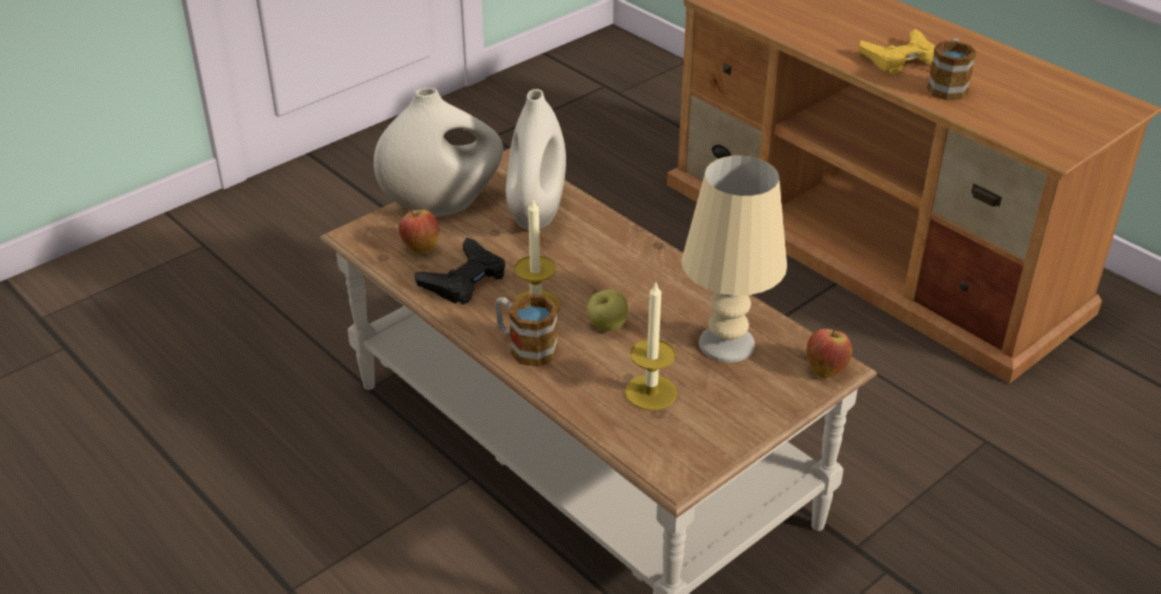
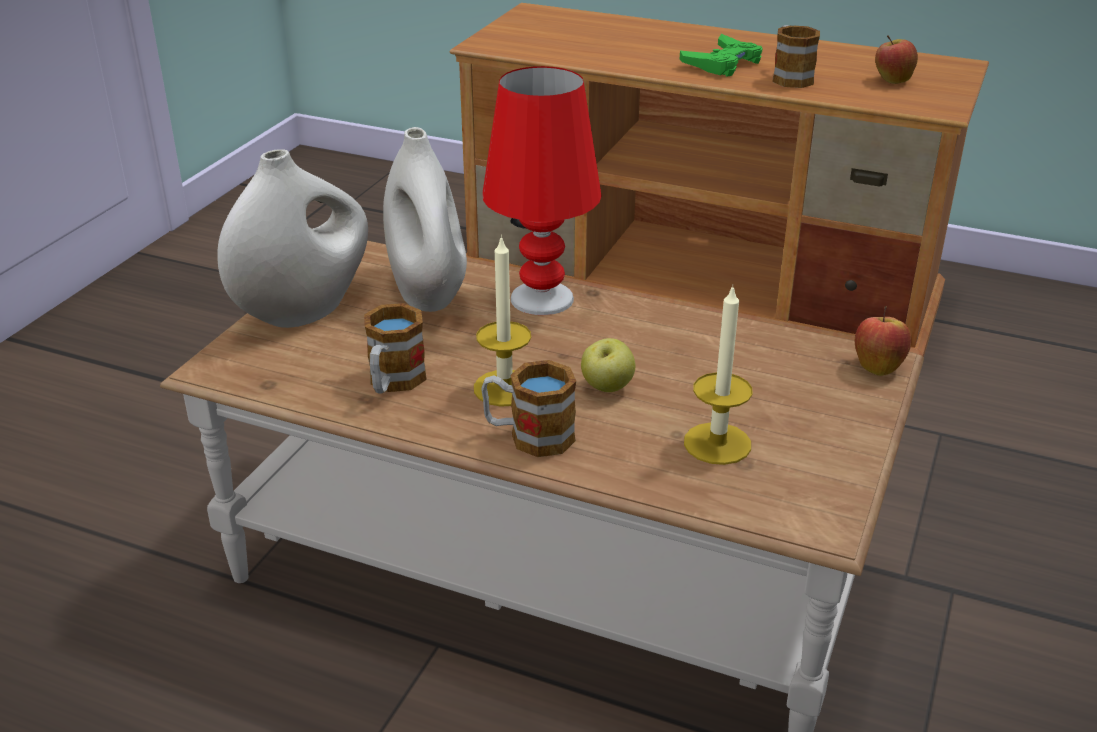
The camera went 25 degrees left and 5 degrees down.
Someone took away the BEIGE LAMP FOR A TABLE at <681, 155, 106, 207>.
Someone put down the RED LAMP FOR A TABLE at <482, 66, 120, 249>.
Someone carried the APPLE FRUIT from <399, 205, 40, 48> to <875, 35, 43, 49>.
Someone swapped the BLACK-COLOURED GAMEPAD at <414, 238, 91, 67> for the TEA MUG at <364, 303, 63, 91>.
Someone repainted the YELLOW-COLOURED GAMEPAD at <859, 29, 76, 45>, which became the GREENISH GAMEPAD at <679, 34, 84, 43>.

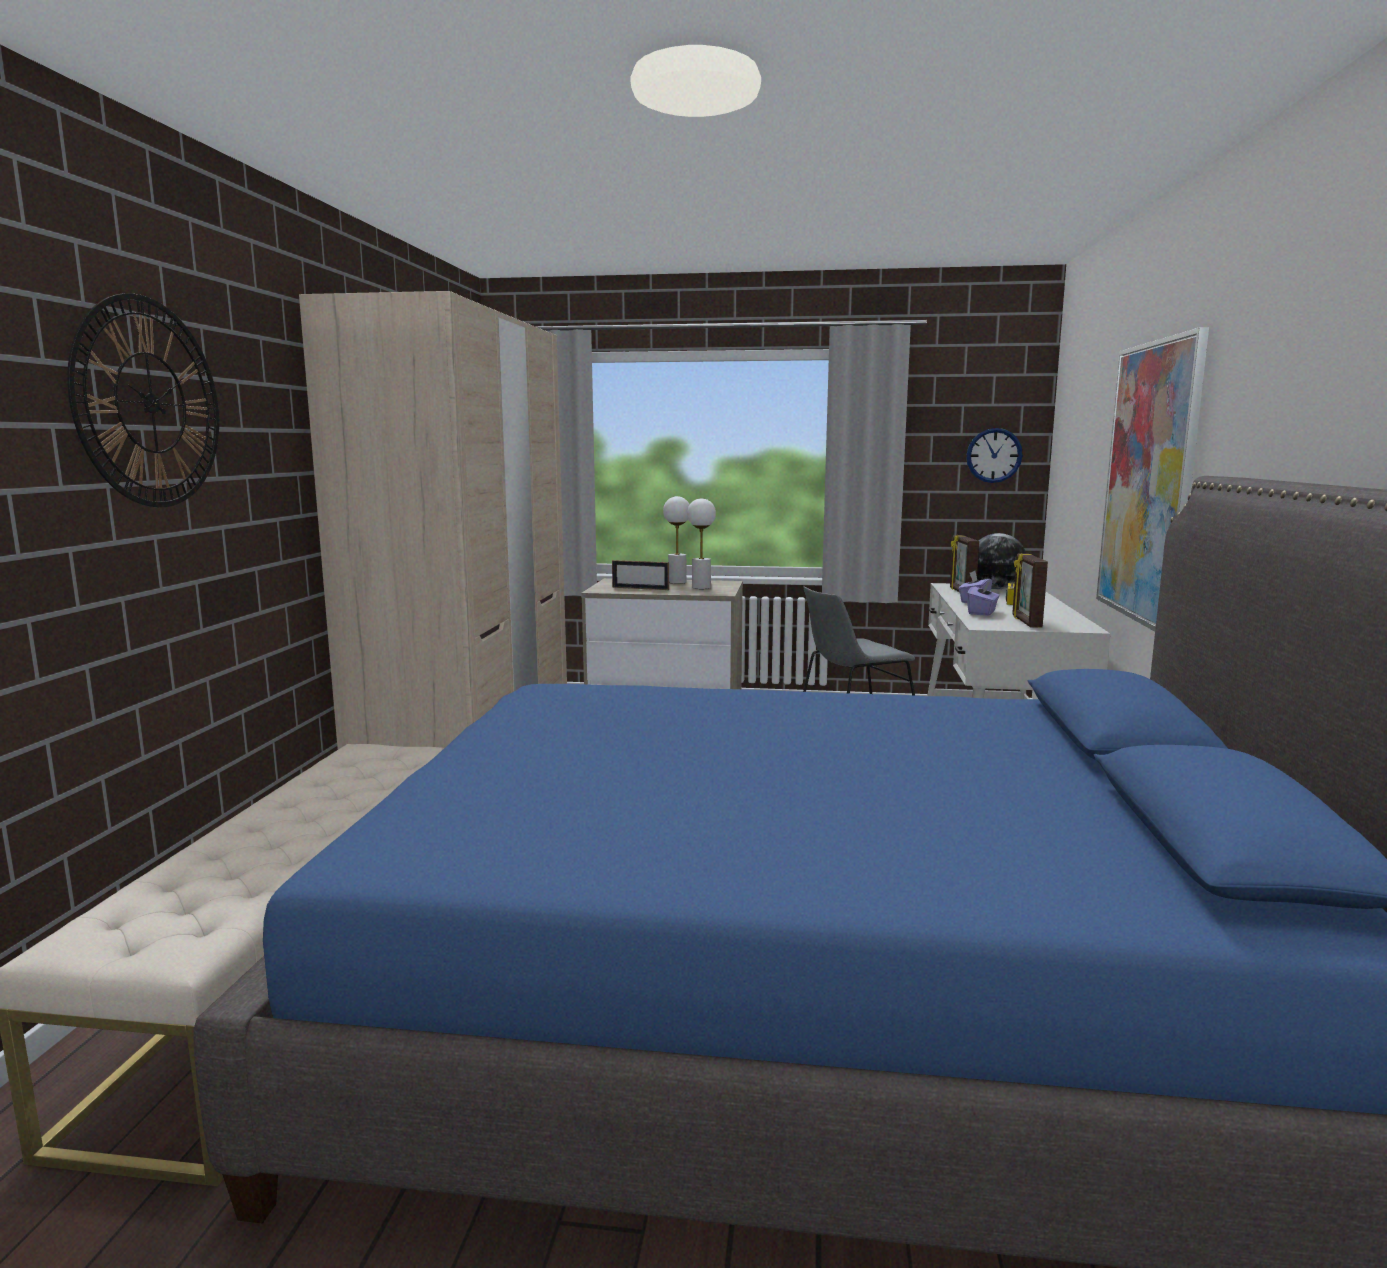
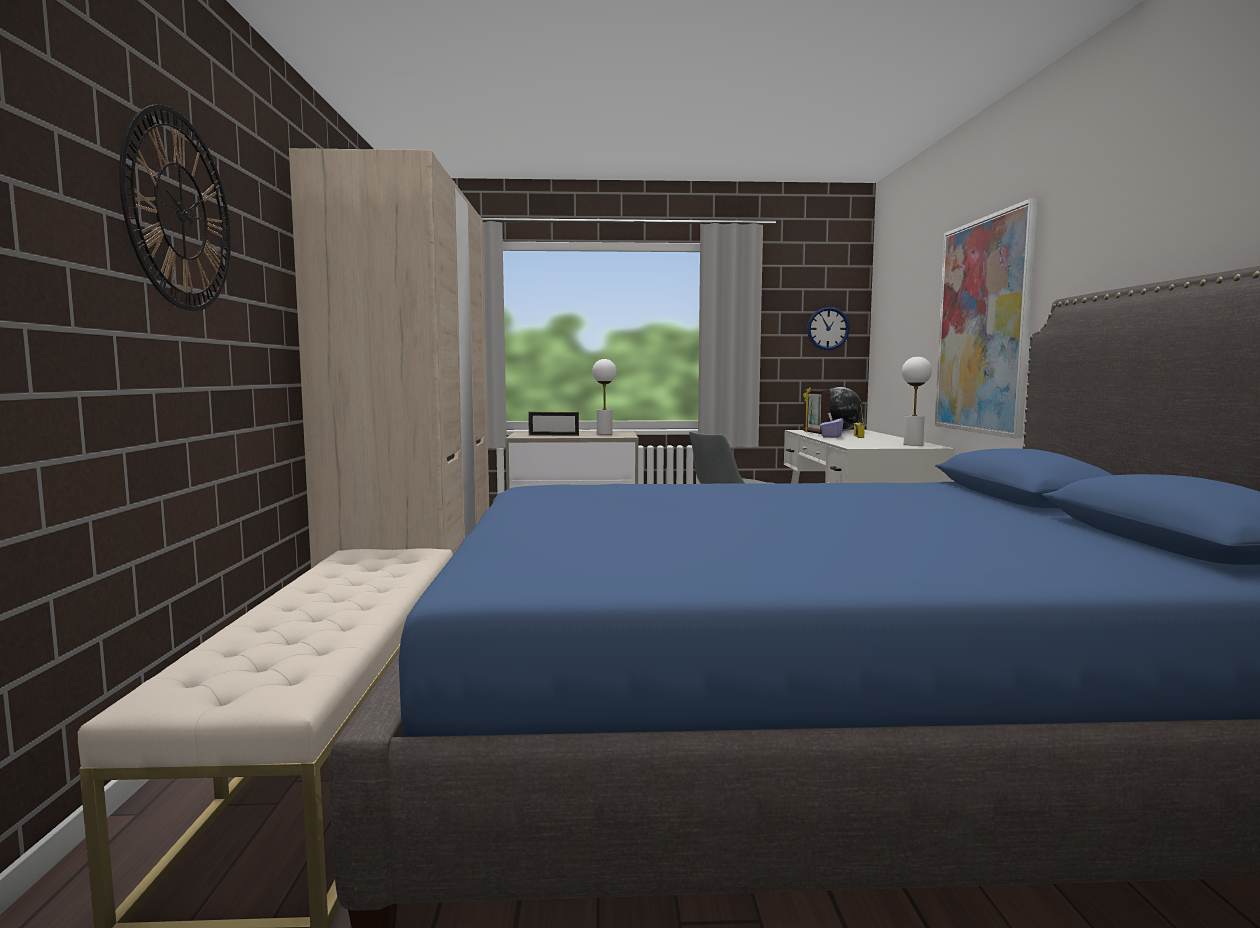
The camera went 10 degrees left and 5 degrees down.
Someone took away the PURPLISH TISSUE BOX at <967, 581, 32, 35>.
Someone took away the STANDING FRAME at <1012, 553, 36, 75>.
Someone carried the WHITISH LAMP FOR A TABLE from <663, 496, 27, 88> to <902, 357, 30, 89>.

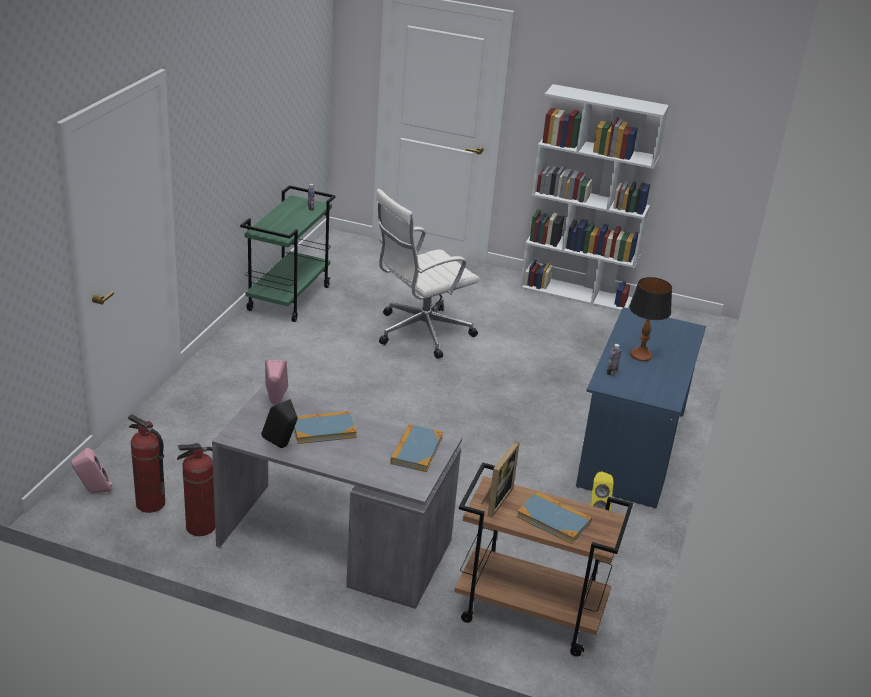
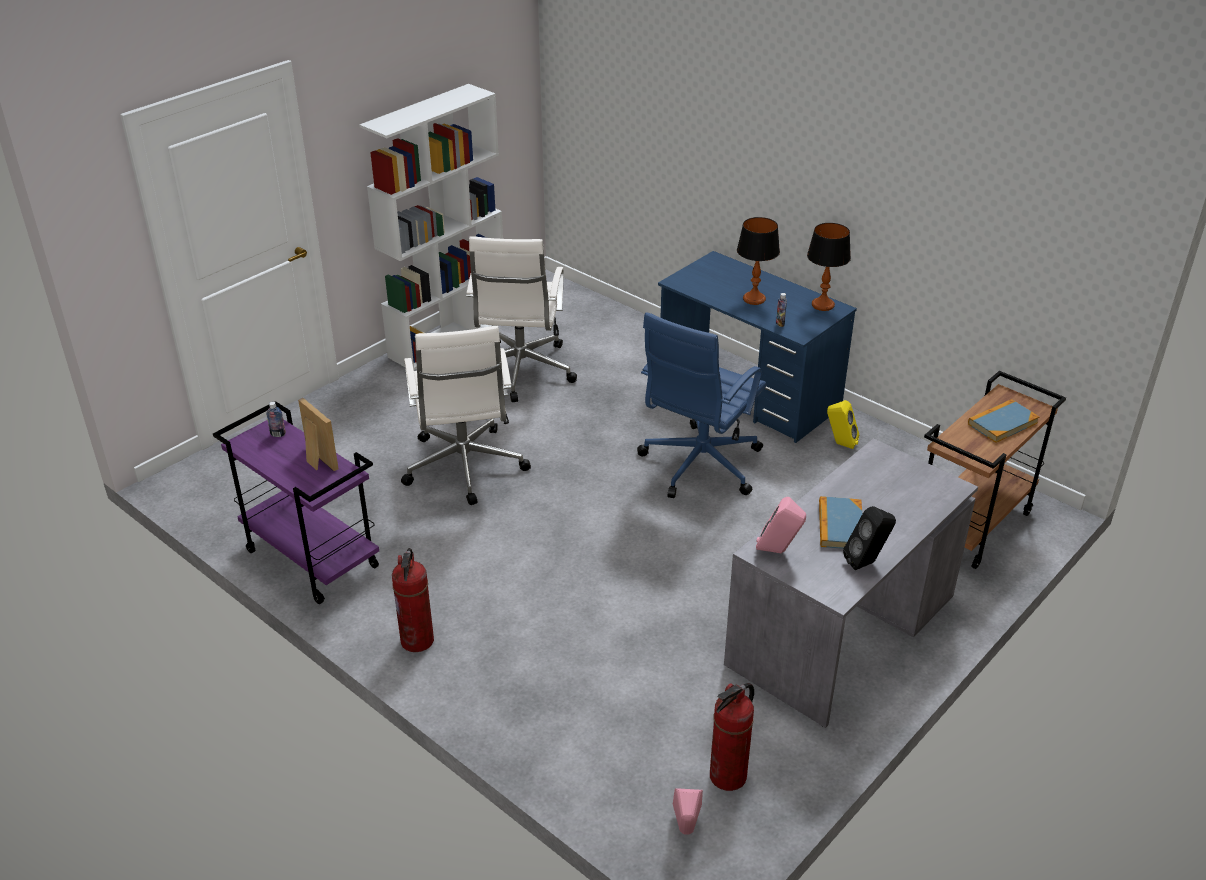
The camera went 65 degrees left and 5 degrees up.
Someone took away the VOLUME at <390, 424, 53, 48>.
Someone put down the WHITISH DESK CHAIR at <466, 236, 111, 166>.
Someone put down the BLUE DESK CHAIR at <637, 312, 129, 186>.
Someone put down the LAMP FOR A TABLE at <807, 223, 44, 88>.
Someone carried the EXTINGUISHER from <177, 443, 38, 93> to <392, 548, 42, 104>.
Someone carried the STANDING FRAME from <481, 441, 39, 77> to <298, 398, 41, 73>.
Someone repainted the GREENISH CART at <240, 185, 96, 137>, which became the PURPLISH CART at <213, 401, 166, 203>.

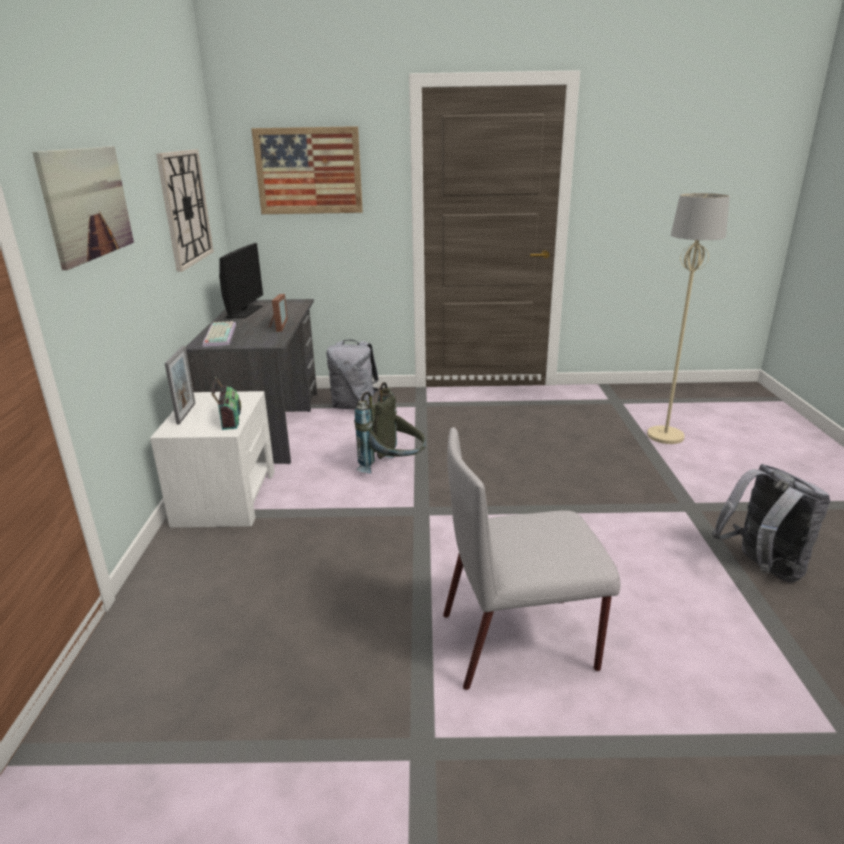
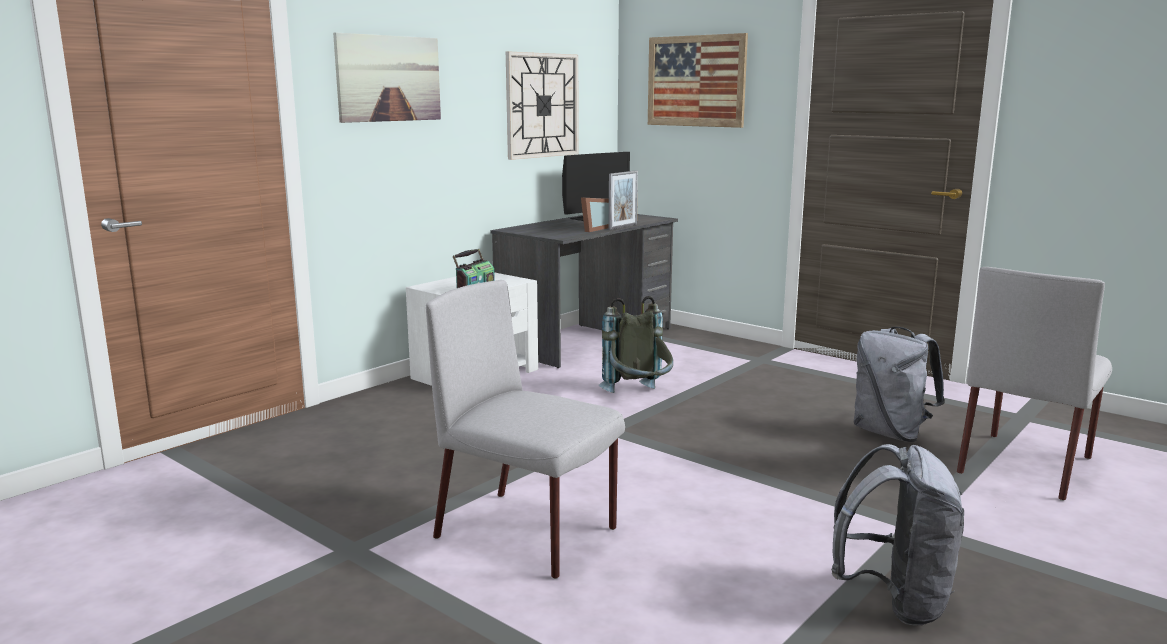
The camera went 40 degrees right and 10 degrees down.
Someone took away the KEYBOARD at <202, 321, 34, 26>.
Someone carried the STANDING FRAME from <165, 346, 30, 78> to <609, 170, 29, 60>.
Someone carried the GRAY RUCKSACK from <326, 340, 53, 69> to <853, 327, 92, 115>.
Someone swapped the BEIGE FLOOR LAMP at <647, 193, 83, 251> for the GRAY PLAIN CHAIR at <957, 267, 155, 234>.

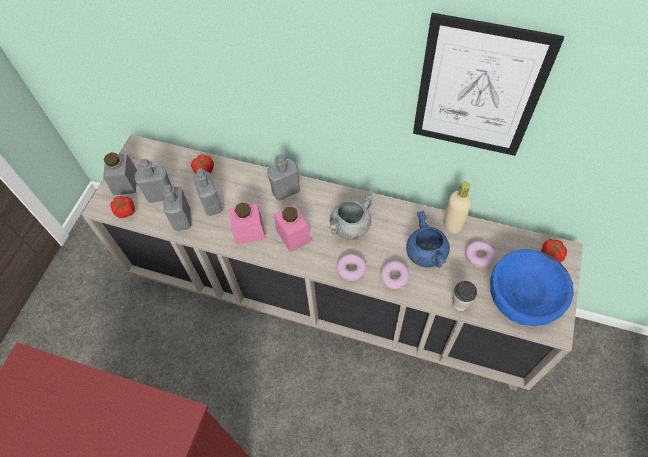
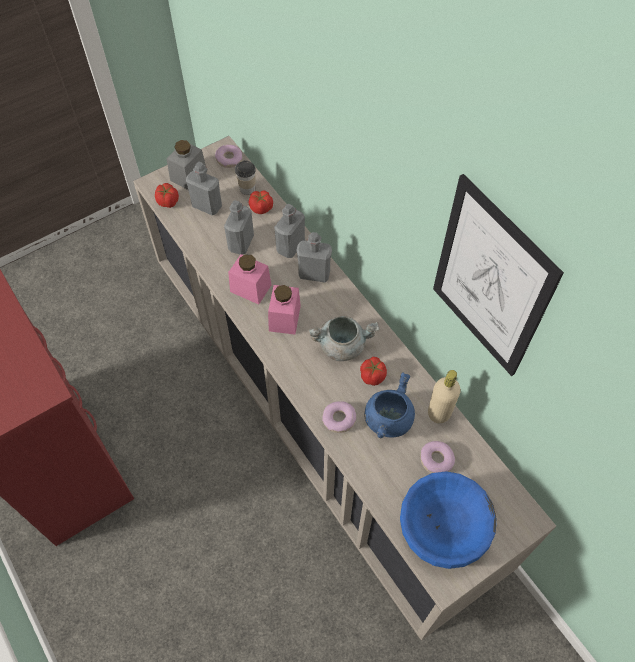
The camera went 35 degrees right and 0 degrees up.
Someone carried the GRAY BOTTLE from <163, 185, 28, 46> to <274, 204, 31, 54>.
Someone carried the DOUGHNUT from <336, 254, 30, 27> to <215, 144, 27, 24>.
Someone carried the CUP from <452, 281, 25, 30> to <235, 160, 21, 35>.
Someone carried the WHOLE TOMATO from <541, 239, 26, 23> to <360, 357, 27, 29>.

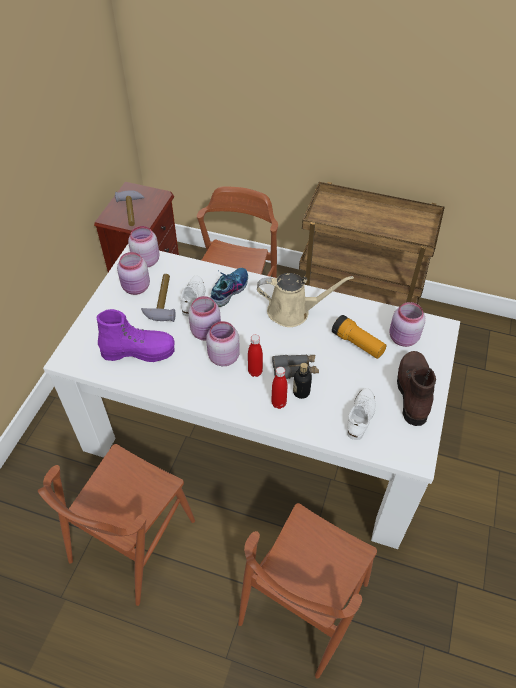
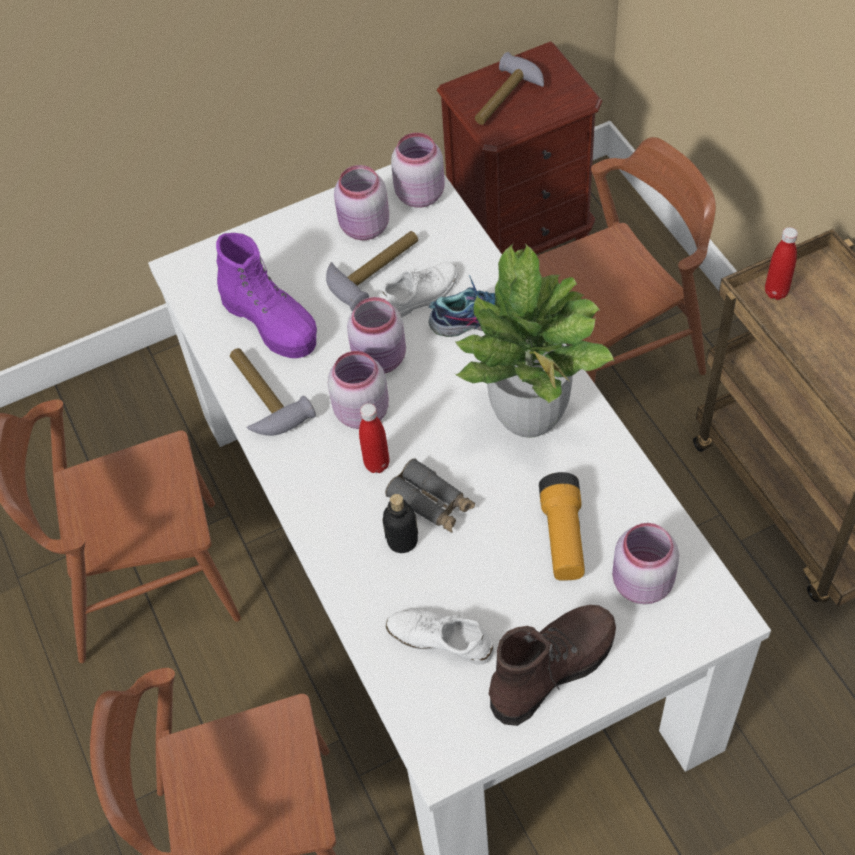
The camera went 50 degrees right and 5 degrees up.
Someone put down the HAMMER at <230, 348, 86, 88>.
Someone carried the RED BOTTLE from <271, 367, 16, 42> to <765, 227, 33, 73>.
Someone swapped the BEIGE WATERING POT at <257, 273, 97, 54> for the POTTED PLANT at <454, 244, 161, 194>.
Someone rotated the WHITISH ITEM OF FOOTWEAR at <347, 388, 29, 52> by 135 degrees counterclockwise.

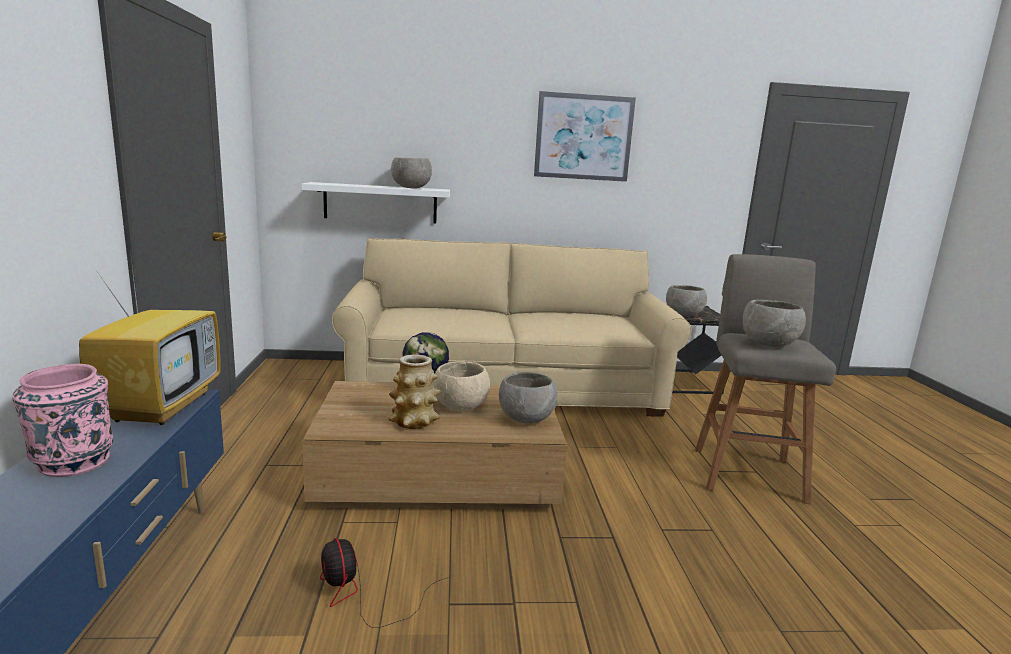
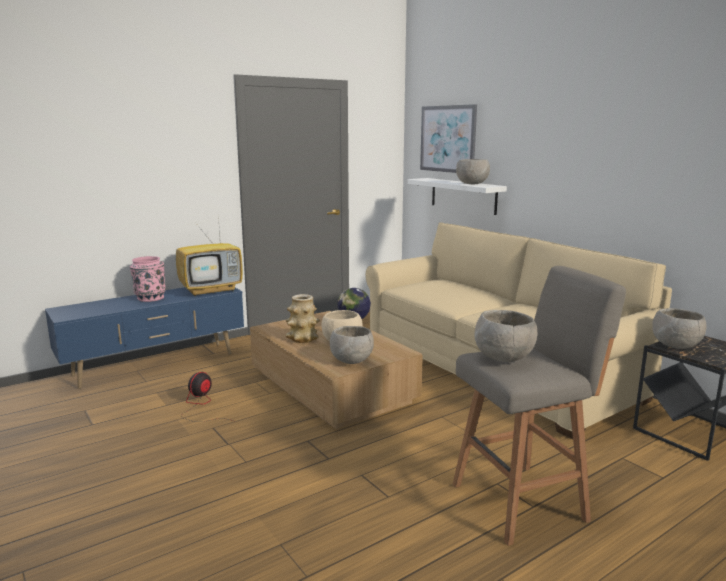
The camera went 60 degrees right and 0 degrees up.
Someone carried the PICTURE from <534, 91, 102, 91> to <420, 104, 57, 69>.

